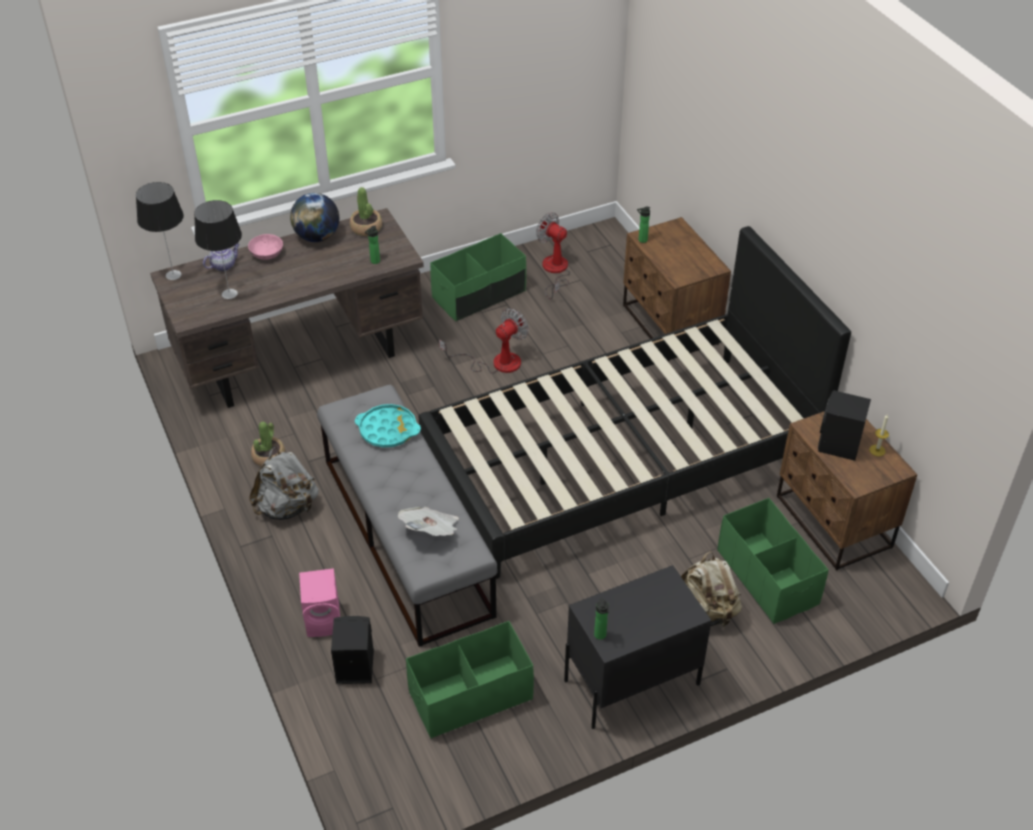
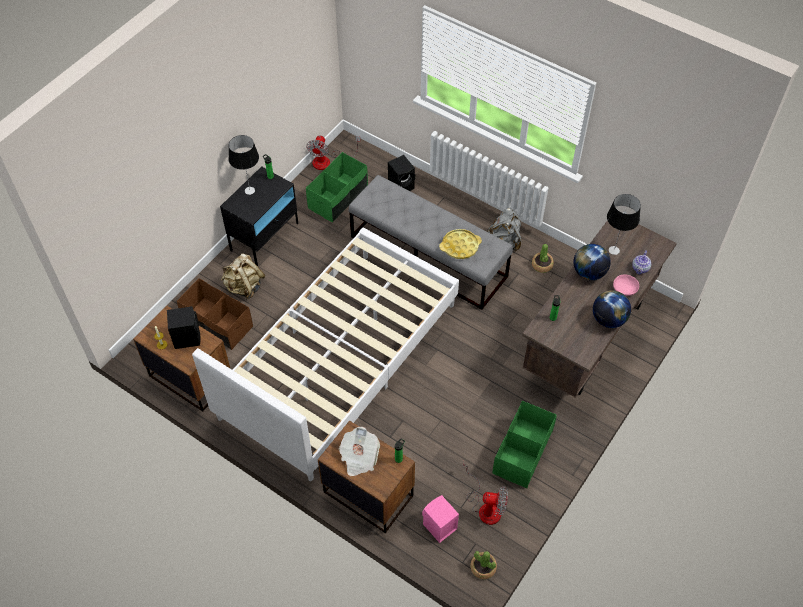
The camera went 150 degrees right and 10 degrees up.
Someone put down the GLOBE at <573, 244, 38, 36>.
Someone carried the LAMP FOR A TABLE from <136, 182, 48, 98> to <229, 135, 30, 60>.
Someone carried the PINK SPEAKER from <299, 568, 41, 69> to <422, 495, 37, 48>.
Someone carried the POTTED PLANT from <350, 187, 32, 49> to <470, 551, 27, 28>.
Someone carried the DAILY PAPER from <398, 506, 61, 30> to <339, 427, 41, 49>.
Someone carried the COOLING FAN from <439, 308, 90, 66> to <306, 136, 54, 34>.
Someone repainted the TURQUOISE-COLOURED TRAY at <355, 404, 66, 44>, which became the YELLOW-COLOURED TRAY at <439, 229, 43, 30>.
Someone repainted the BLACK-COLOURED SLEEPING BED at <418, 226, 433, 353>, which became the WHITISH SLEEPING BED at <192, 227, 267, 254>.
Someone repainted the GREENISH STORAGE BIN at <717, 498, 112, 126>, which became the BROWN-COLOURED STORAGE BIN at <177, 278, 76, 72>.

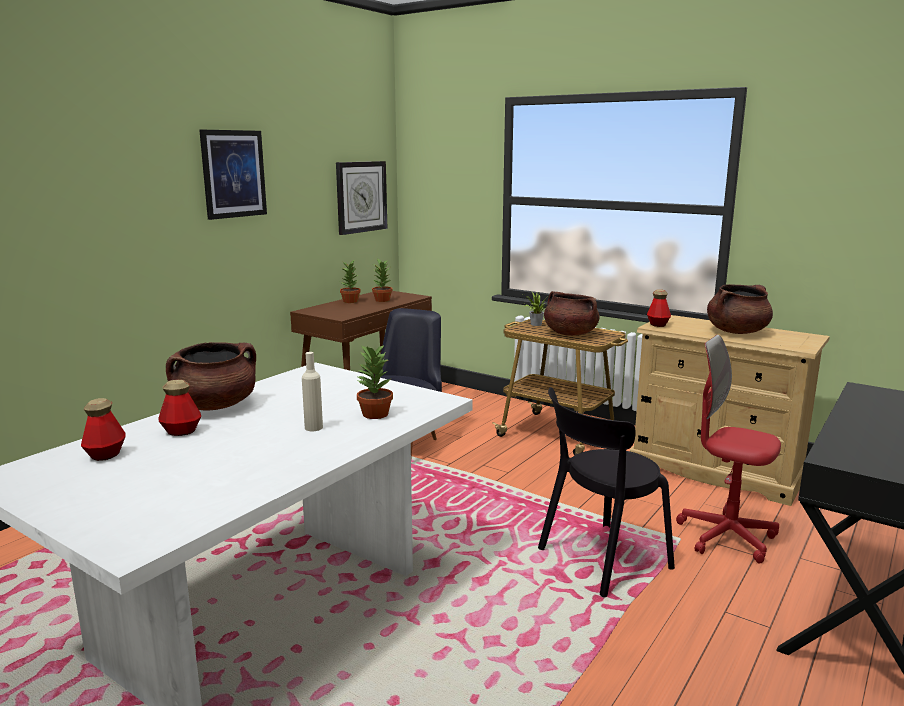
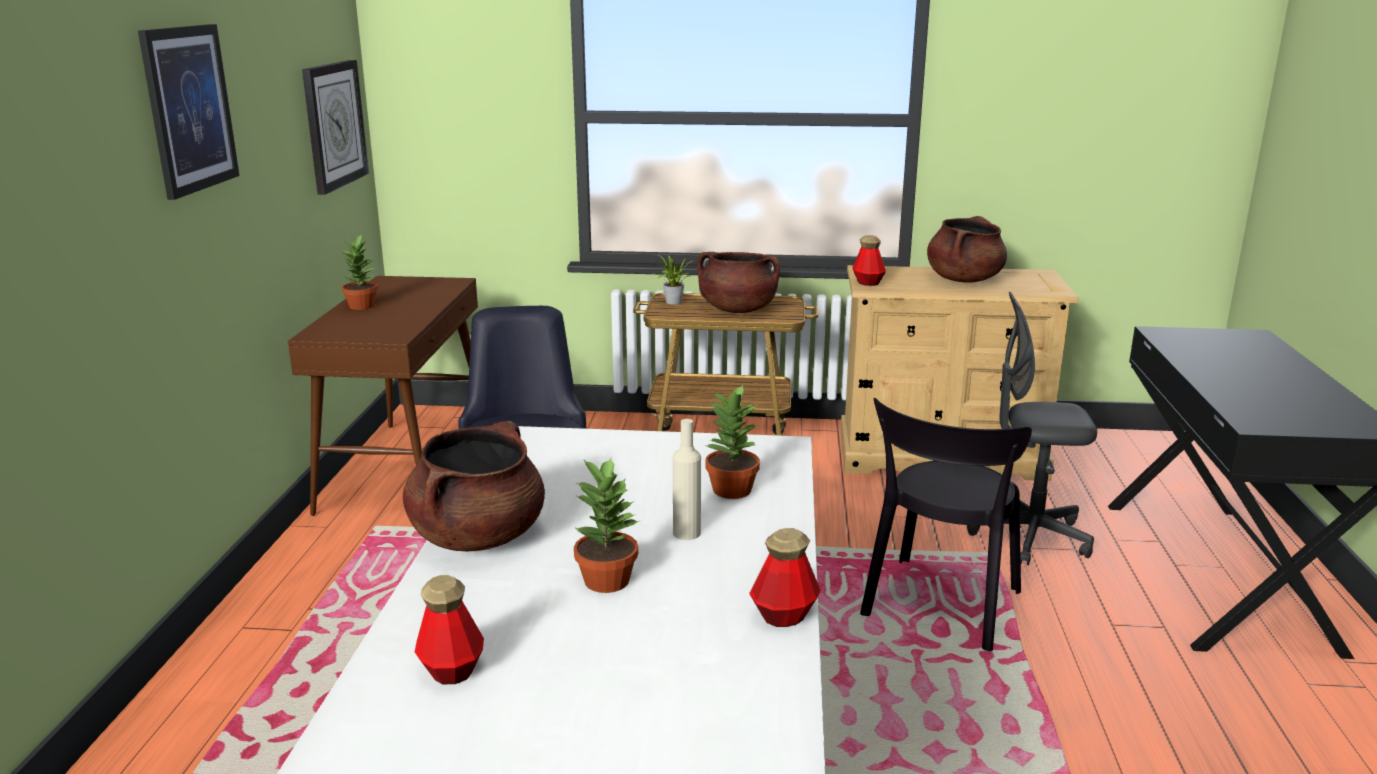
The camera went 30 degrees left and 5 degrees up.
Someone carried the BOTTLE from <159, 380, 42, 56> to <749, 528, 72, 99>.
Someone carried the POTTED PLANT from <372, 258, 21, 44> to <574, 457, 65, 136>.
Someone repainted the RED DESK CHAIR at <676, 335, 105, 229>, which became the GRAY DESK CHAIR at <967, 292, 130, 273>.

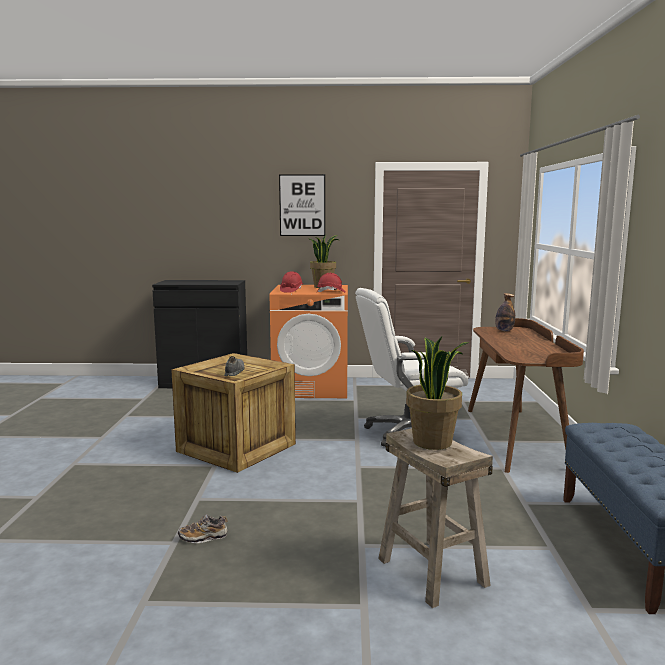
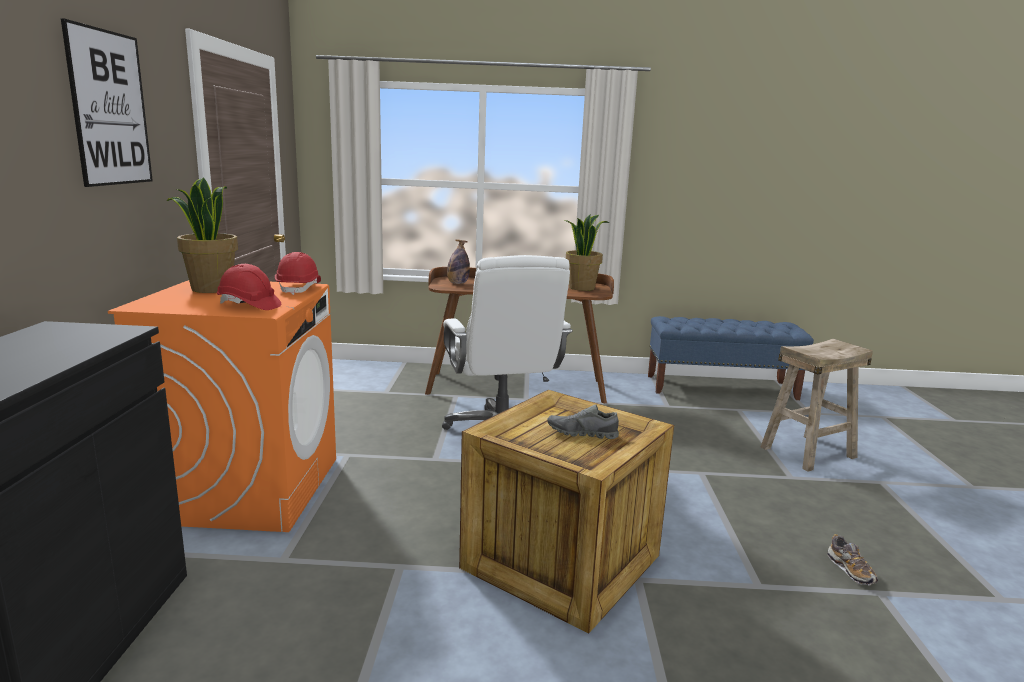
The camera went 90 degrees left and 5 degrees up.
Someone carried the POTTED PLANT from <406, 337, 63, 113> to <565, 215, 44, 76>.

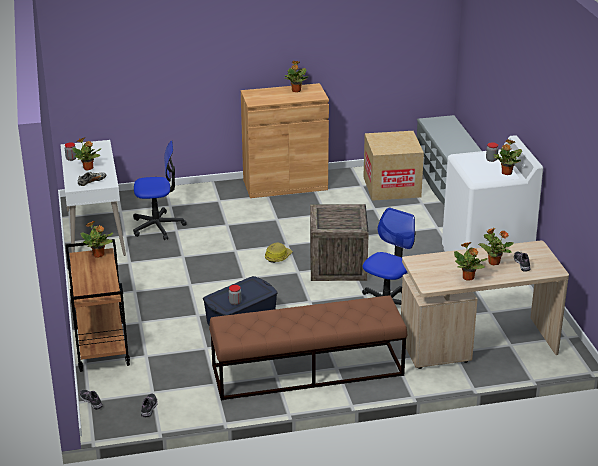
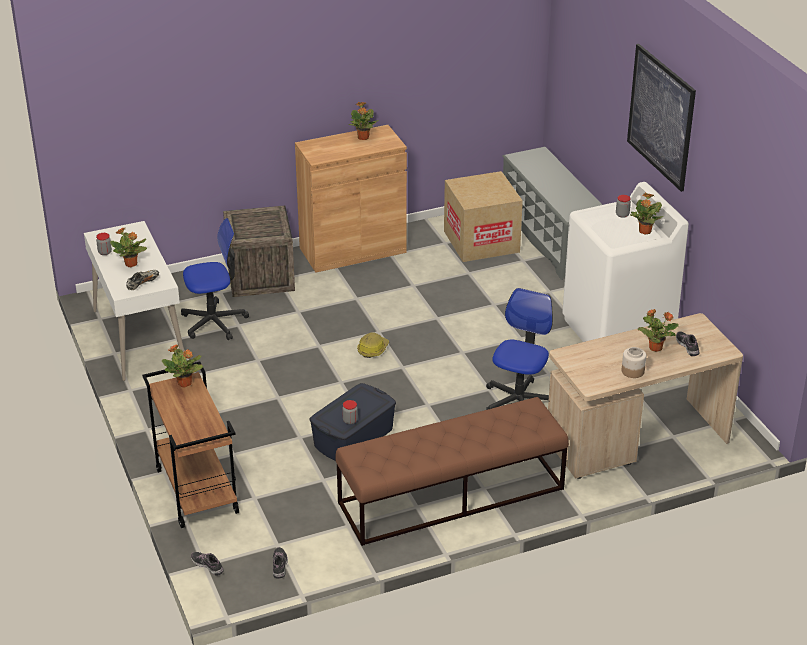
The camera went 10 degrees left and 5 degrees up.
Someone put up the PICTURE at <627, 44, 69, 148>.
Someone carried the PACKING CRATE from <310, 204, 59, 77> to <223, 206, 72, 91>.
Someone swapped the POTTED PLANT at <454, 242, 33, 39> for the STORAGE JAR at <621, 347, 25, 31>.

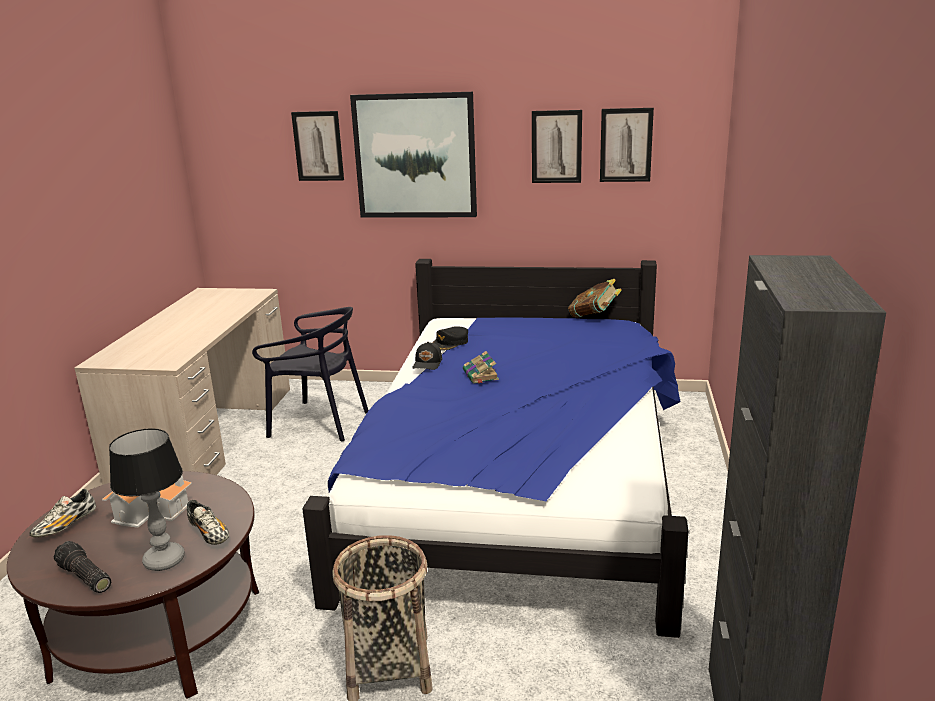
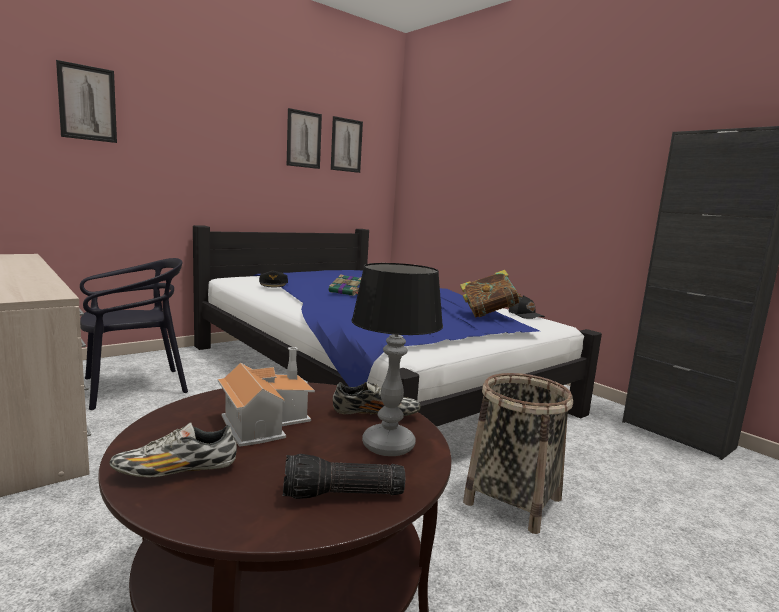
The camera went 50 degrees left and 10 degrees down.
Someone took away the PICTURE at <350, 92, 127, 125>.
Someone carried the BLACK-COLOURED CAP from <412, 342, 30, 28> to <509, 295, 36, 24>.
Someone carried the VOLUME from <568, 279, 54, 39> to <460, 270, 62, 47>.
Someone rotated the ITEM OF FOOTWEAR at <29, 489, 67, 48> by 90 degrees clockwise.

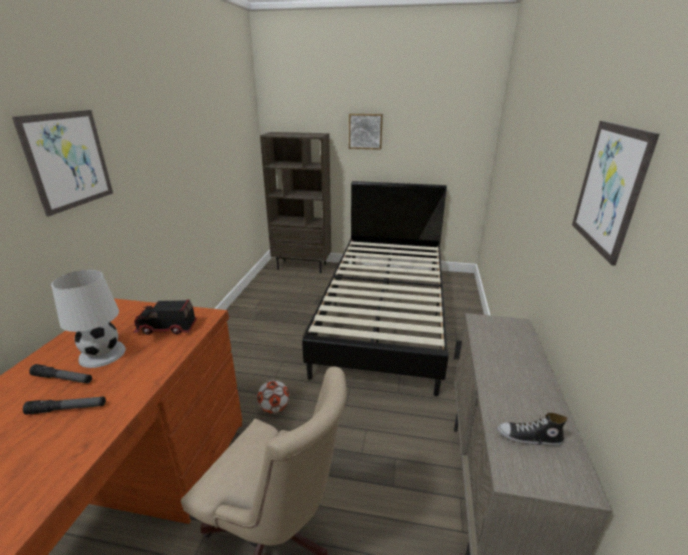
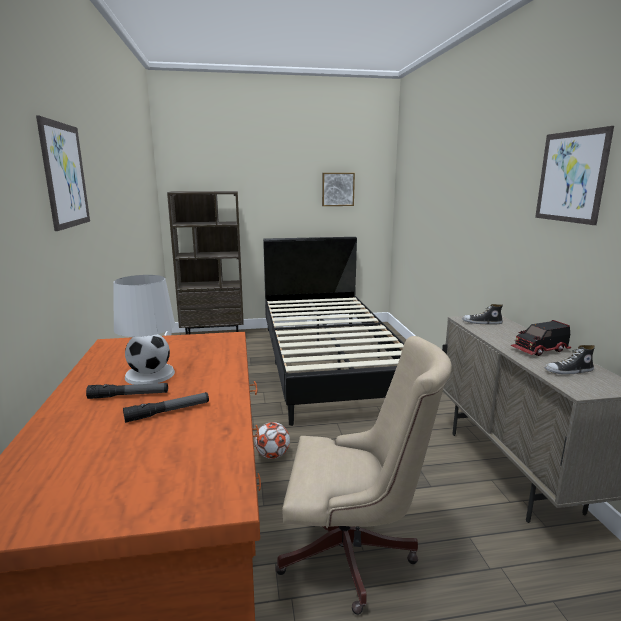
The camera went 20 degrees left and 10 degrees down.
Someone put down the ITEM OF FOOTWEAR at <462, 304, 41, 20>.
Someone carried the MODEL TRUCK from <133, 299, 64, 36> to <510, 320, 61, 36>.
Someone carried the PICTURE from <349, 114, 34, 36> to <322, 173, 33, 33>.

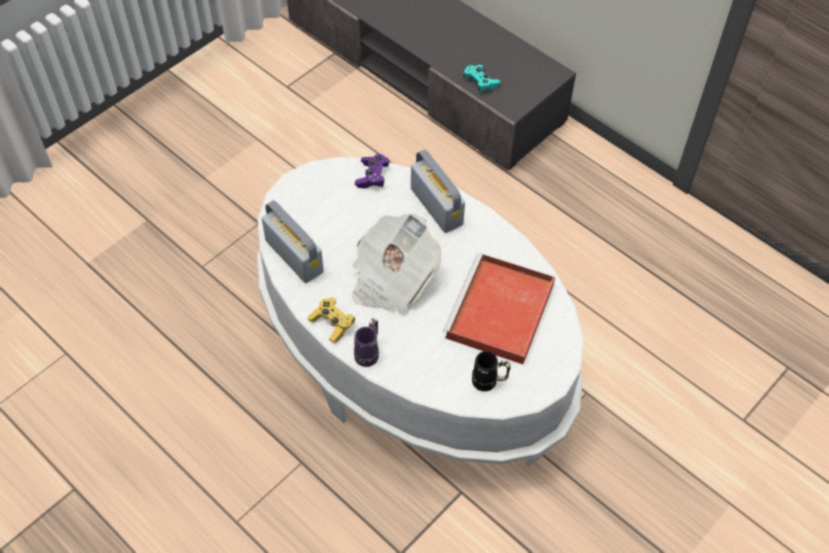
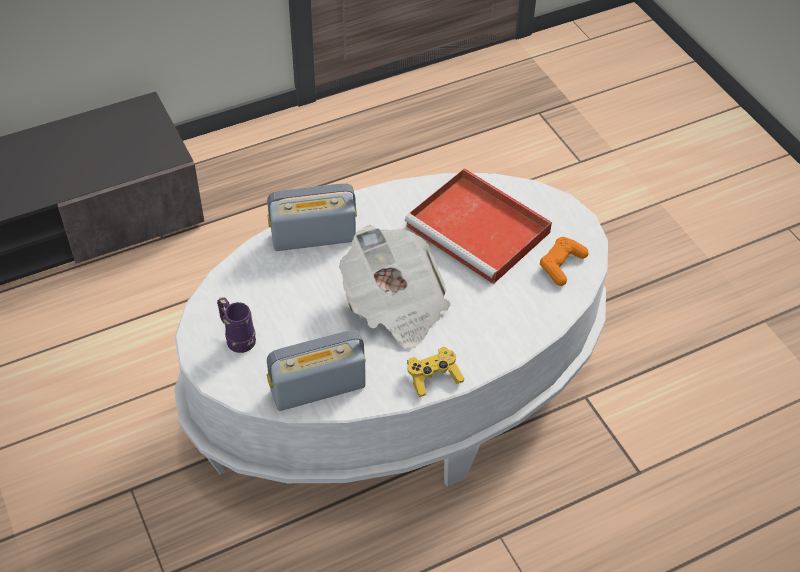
The camera went 70 degrees left and 5 degrees down.
Someone took away the PURPLISH GAMEPAD at <355, 154, 35, 35>.
Someone took away the TURQUOISE-COLOURED GAMEPAD at <463, 65, 37, 27>.
Someone carried the PURPLISH TEA MUG from <354, 318, 25, 49> to <217, 297, 39, 56>.
Someone swapped the BLACK-COLOURED TEA MUG at <472, 351, 39, 40> for the ORANGEY GAMEPAD at <540, 237, 49, 49>.

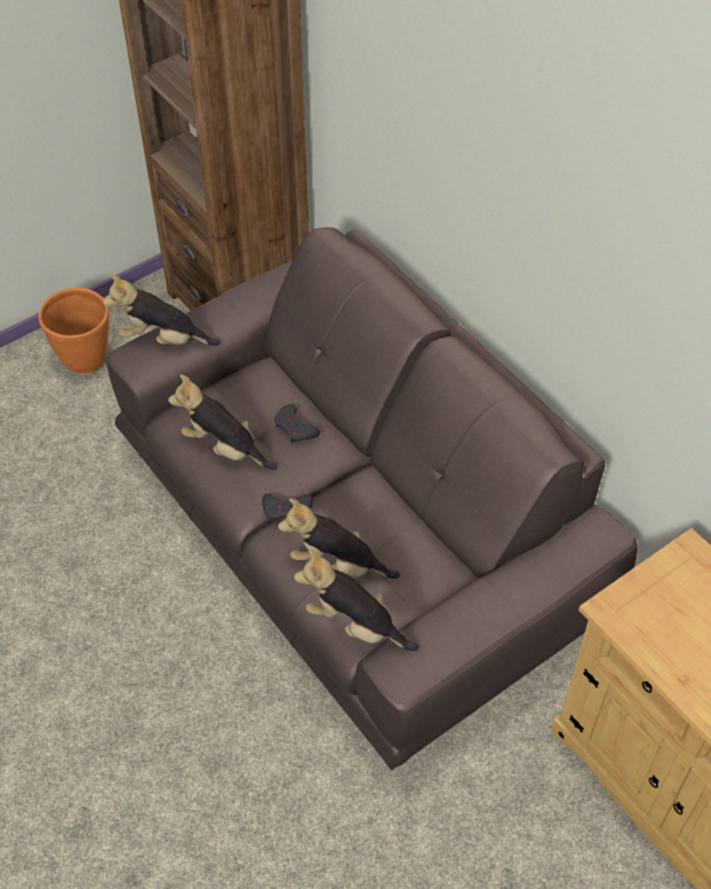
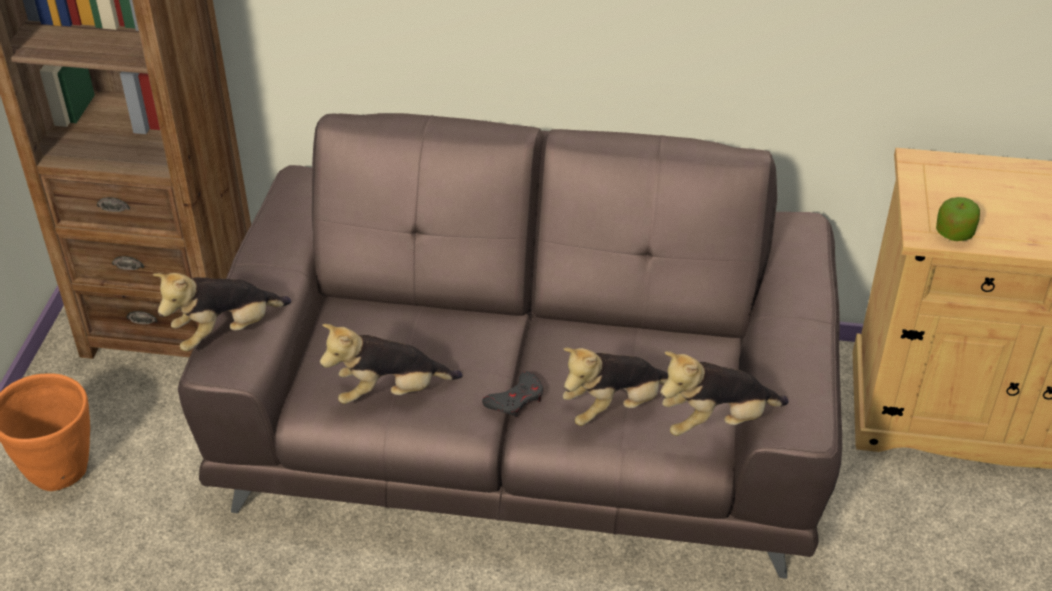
The camera went 45 degrees left and 10 degrees down.
Someone took away the GRAY GAMEPAD at <274, 404, 46, 39>.
Someone put down the APPLE FRUIT at <936, 197, 44, 44>.

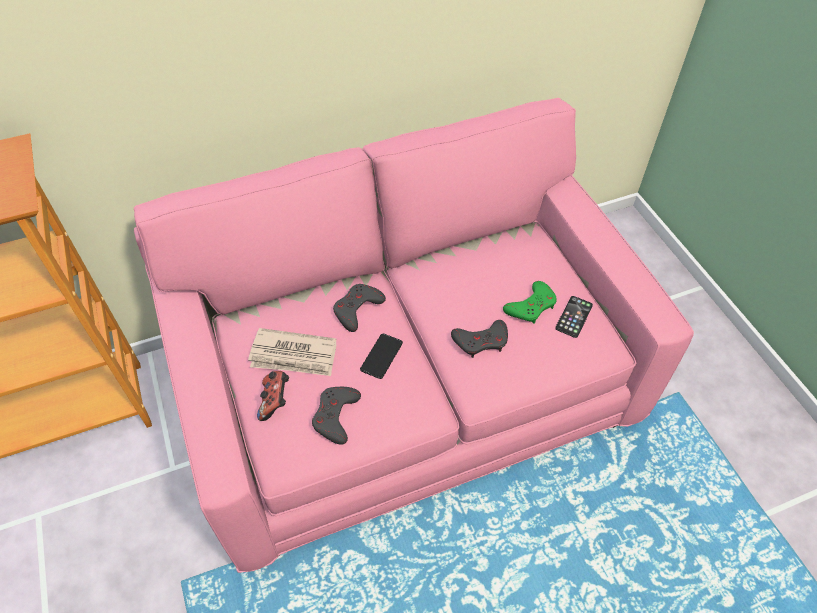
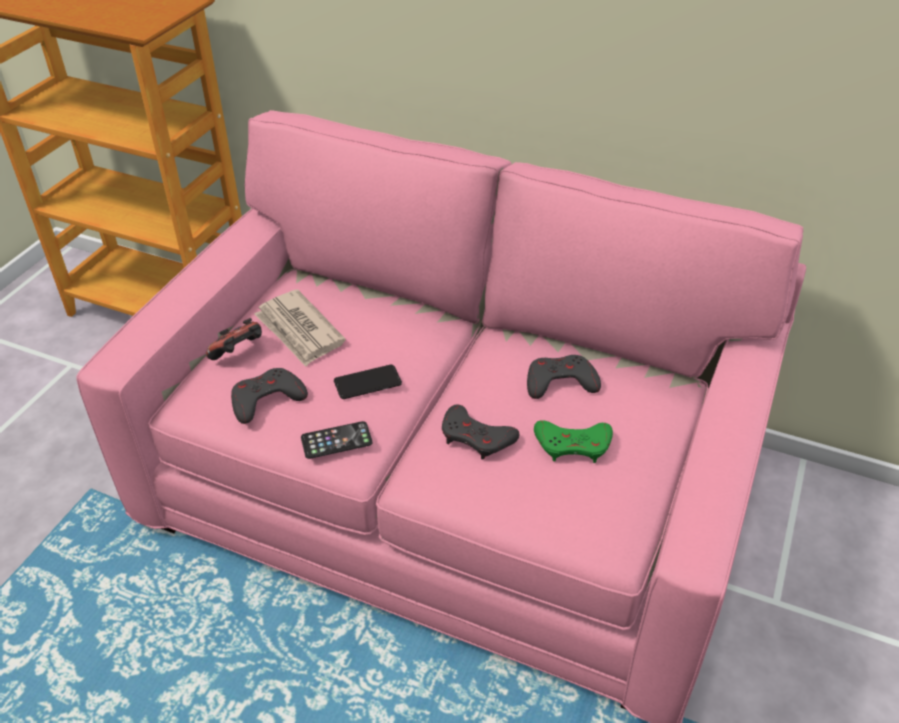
The camera went 45 degrees right and 10 degrees down.
Someone carried the GRAY GAMEPAD from <333, 284, 53, 48> to <527, 355, 74, 44>.
Someone carried the HANDSET from <555, 296, 38, 42> to <301, 421, 71, 38>.

